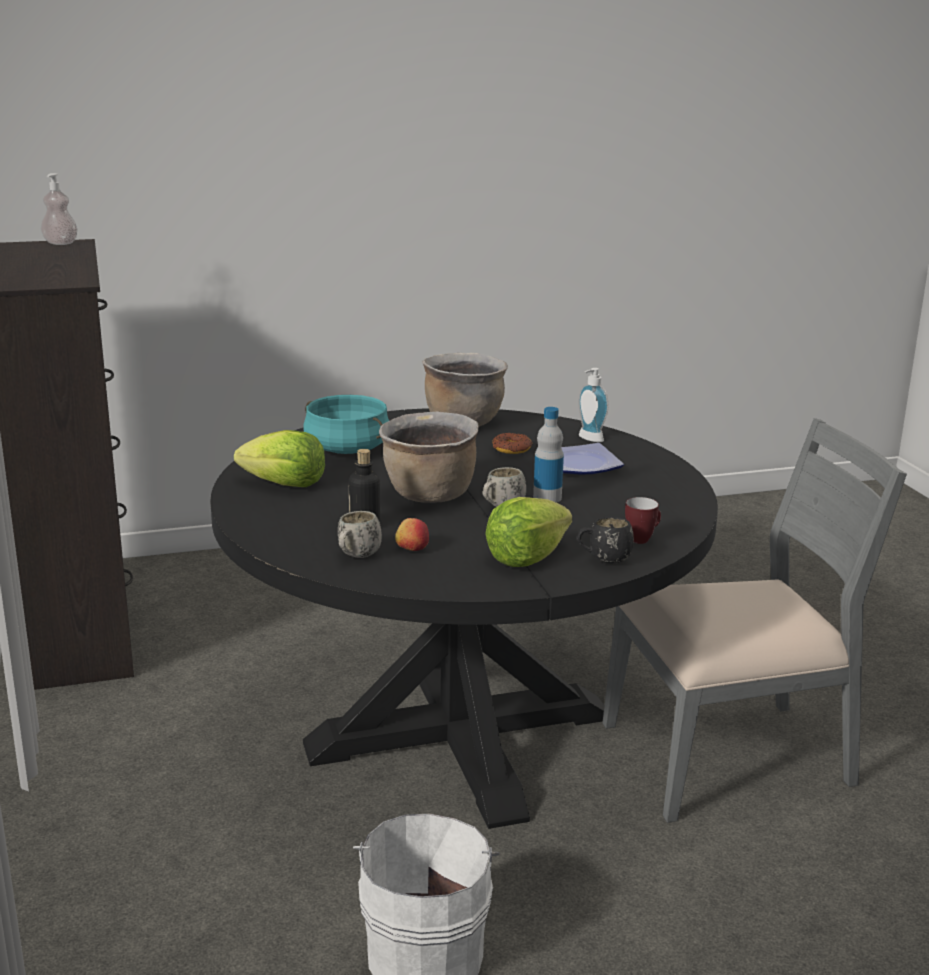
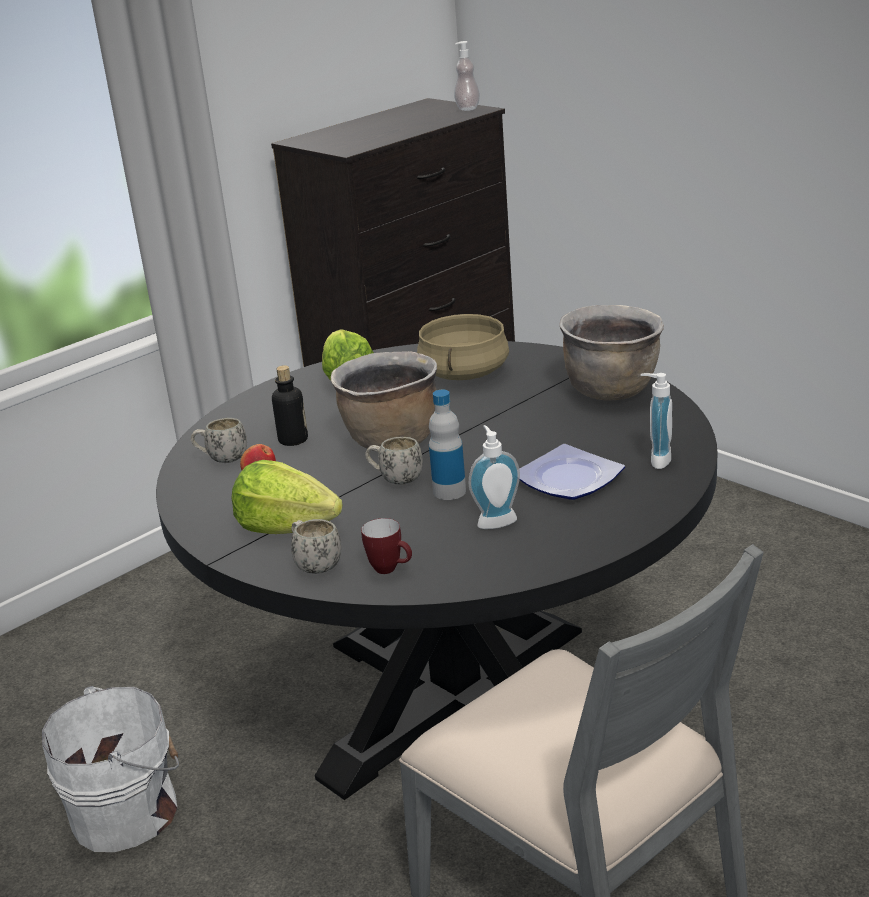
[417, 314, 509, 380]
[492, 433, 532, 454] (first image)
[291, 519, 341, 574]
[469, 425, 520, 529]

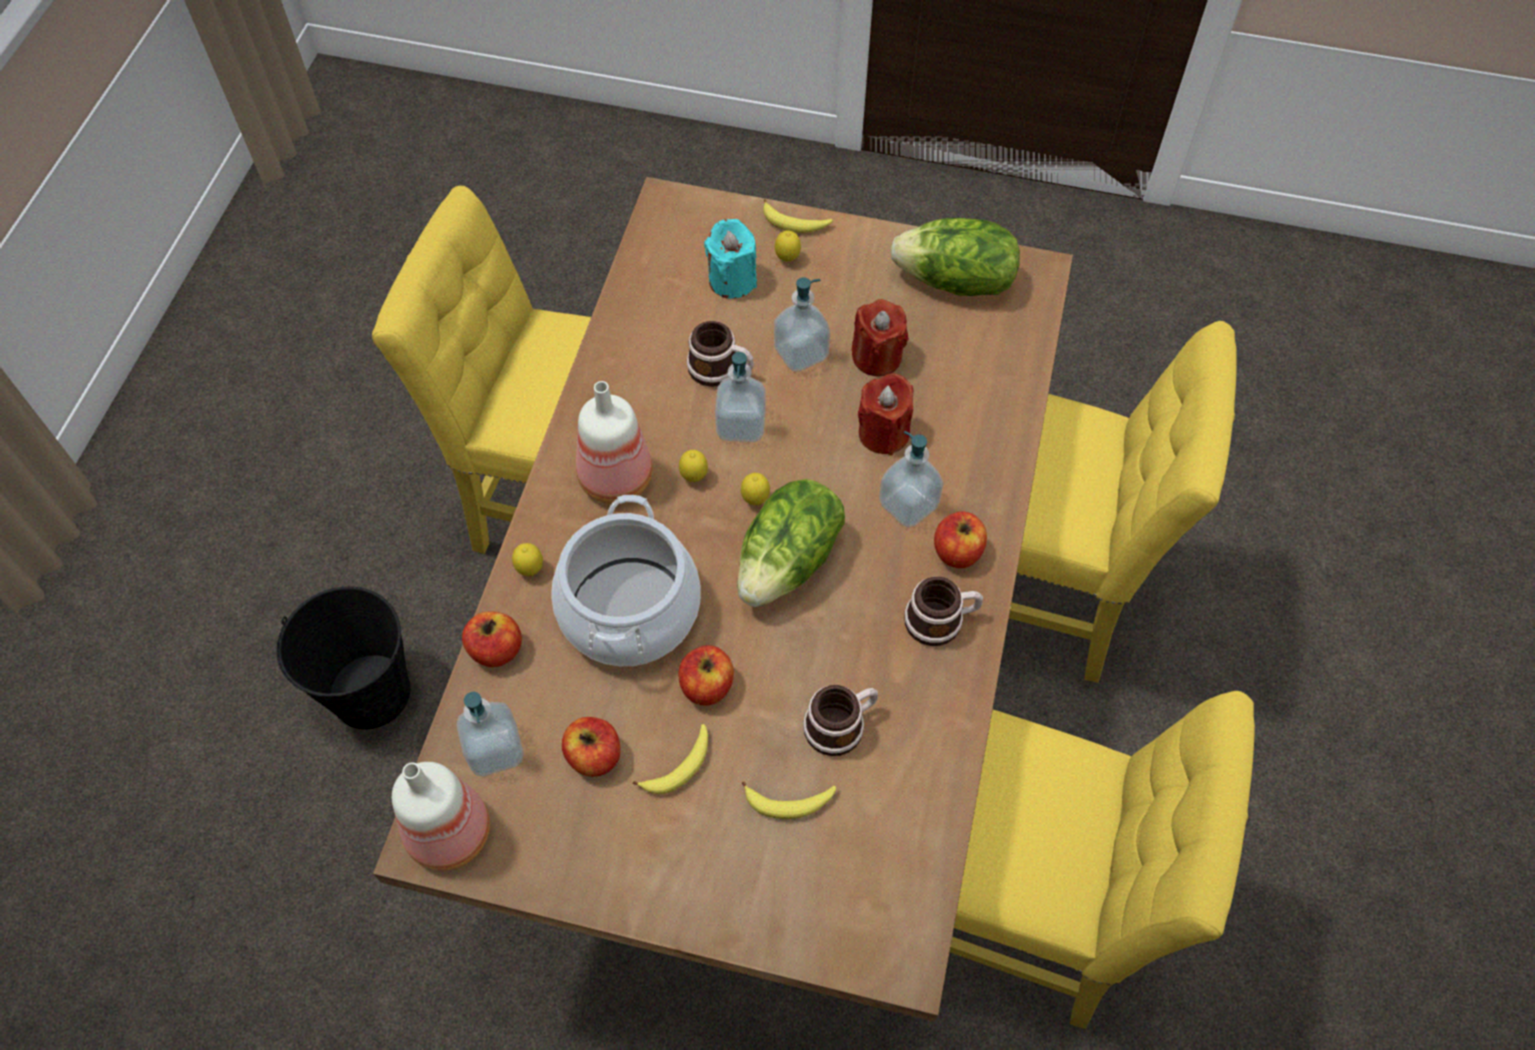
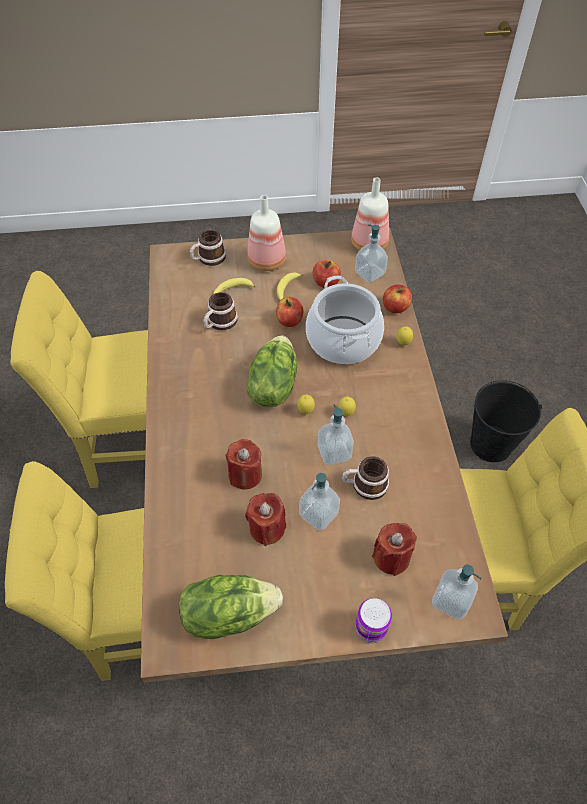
[247, 195, 286, 271]
[372, 523, 417, 576]
[355, 598, 392, 643]
[775, 230, 801, 262] (first image)
[432, 565, 482, 620]
[190, 230, 226, 266]
[934, 511, 987, 568] (first image)

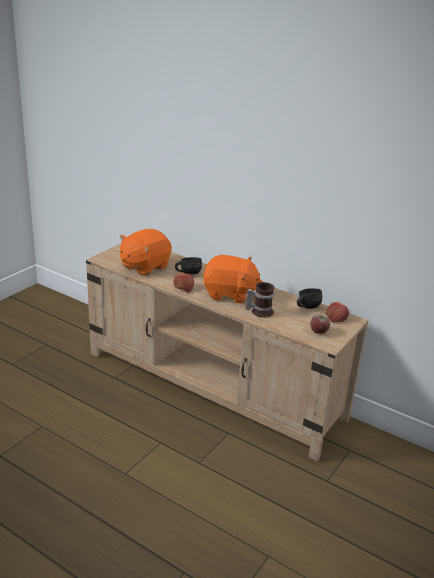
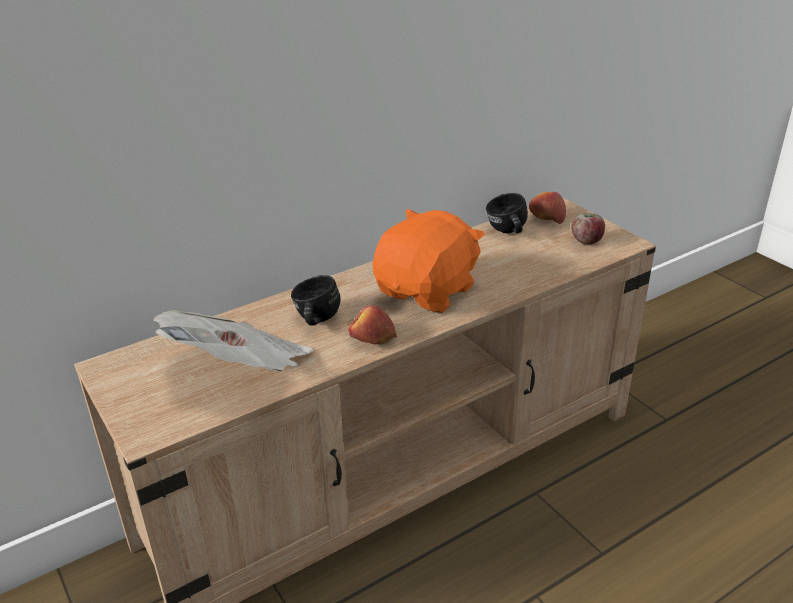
[154, 310, 313, 371]
[246, 282, 274, 318] (first image)

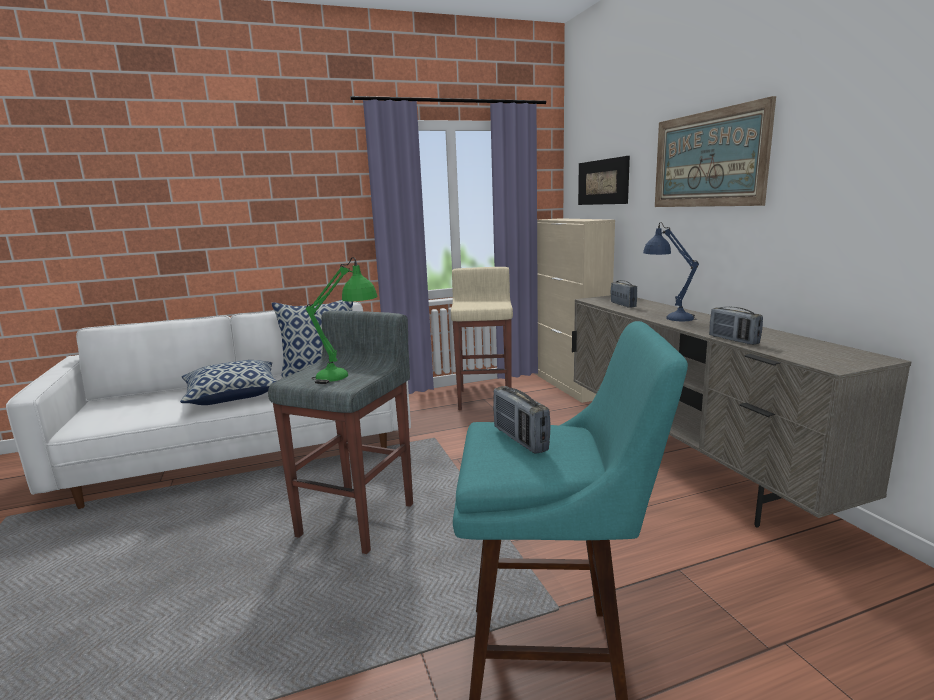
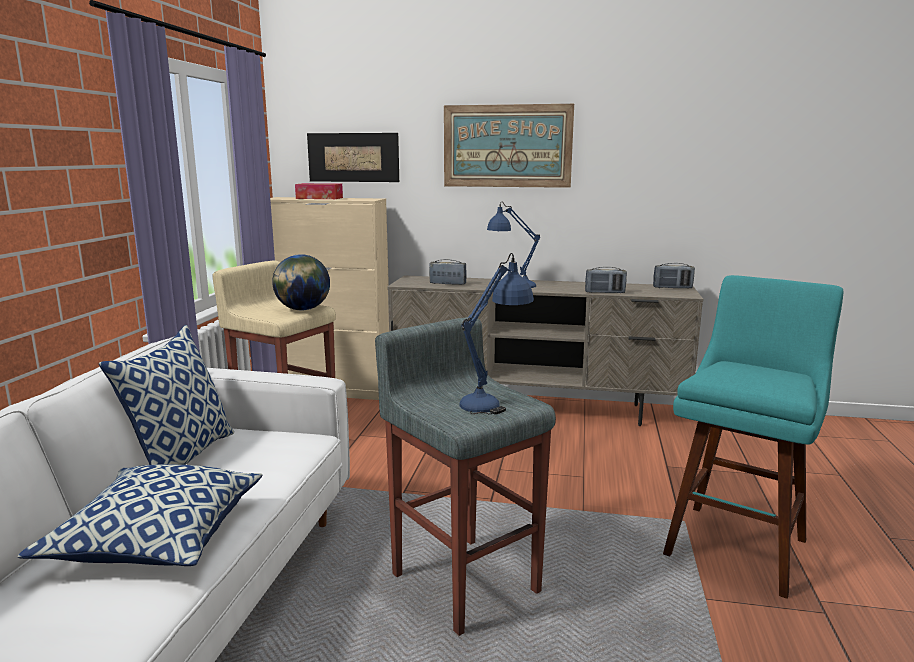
[460, 253, 534, 415]
[653, 263, 695, 289]
[272, 254, 330, 310]
[295, 183, 343, 199]

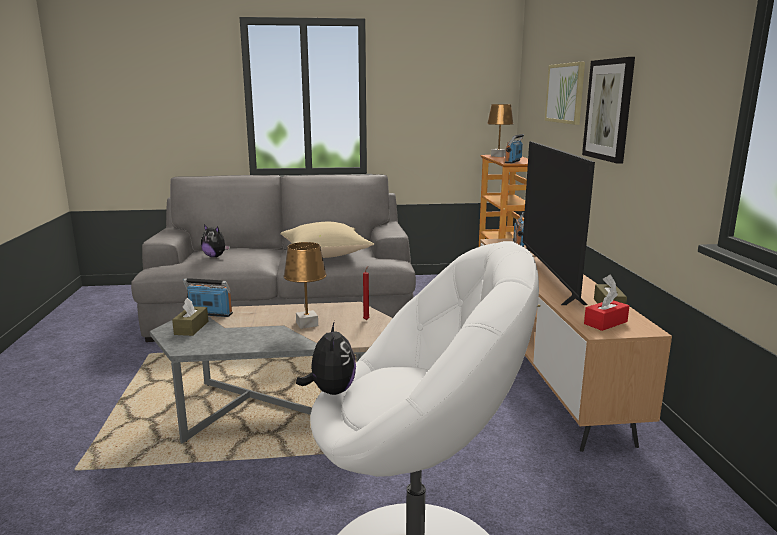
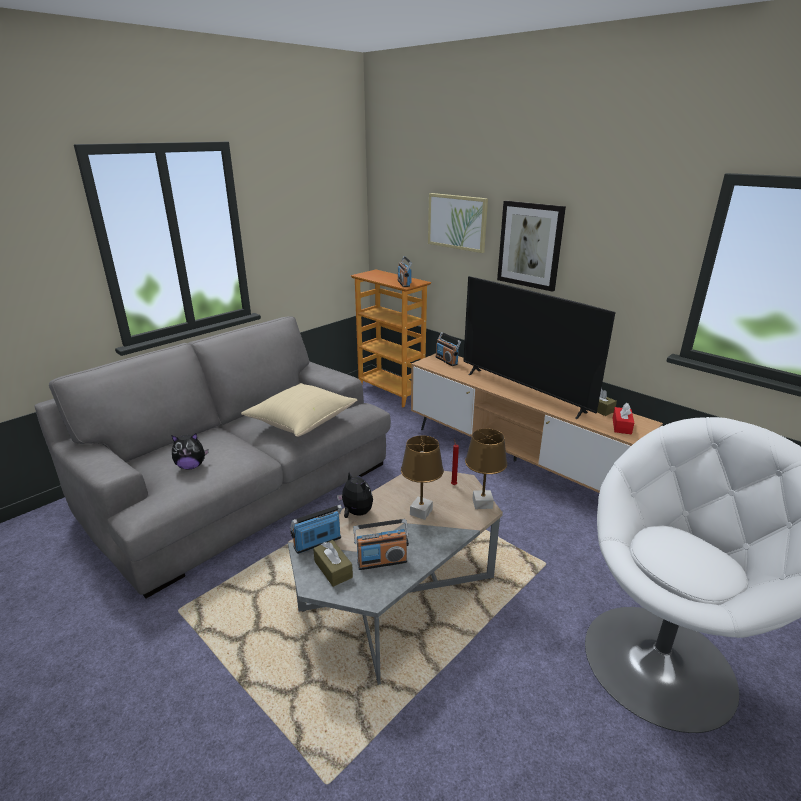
[337, 472, 373, 518]
[465, 428, 507, 509]
[353, 519, 409, 570]

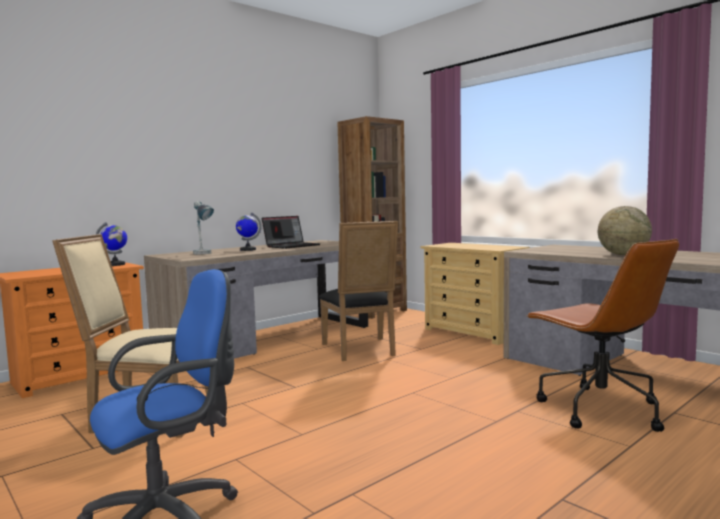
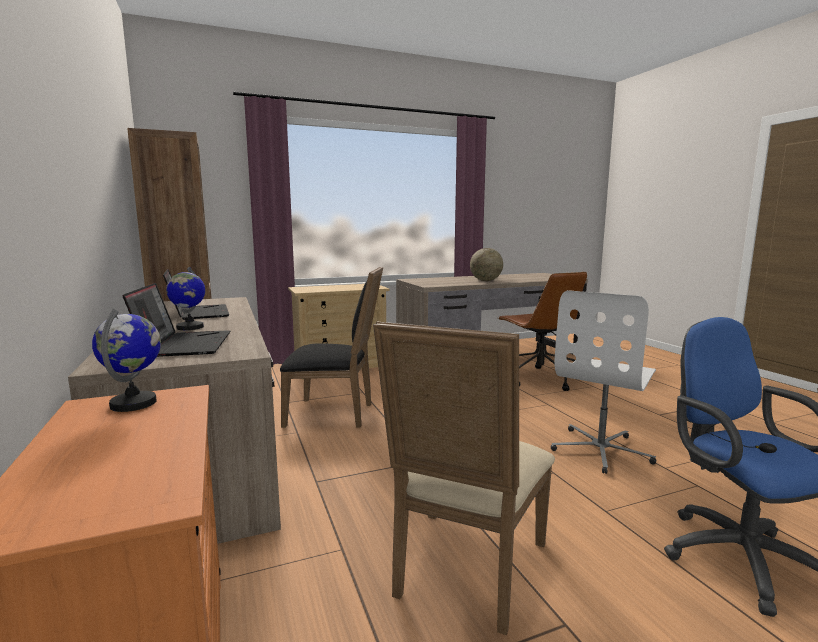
[123, 283, 230, 357]
[498, 272, 587, 391]
[551, 290, 656, 474]

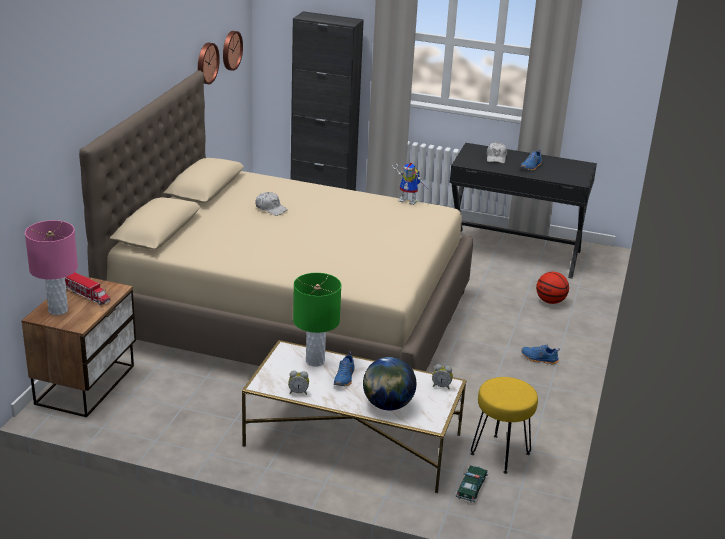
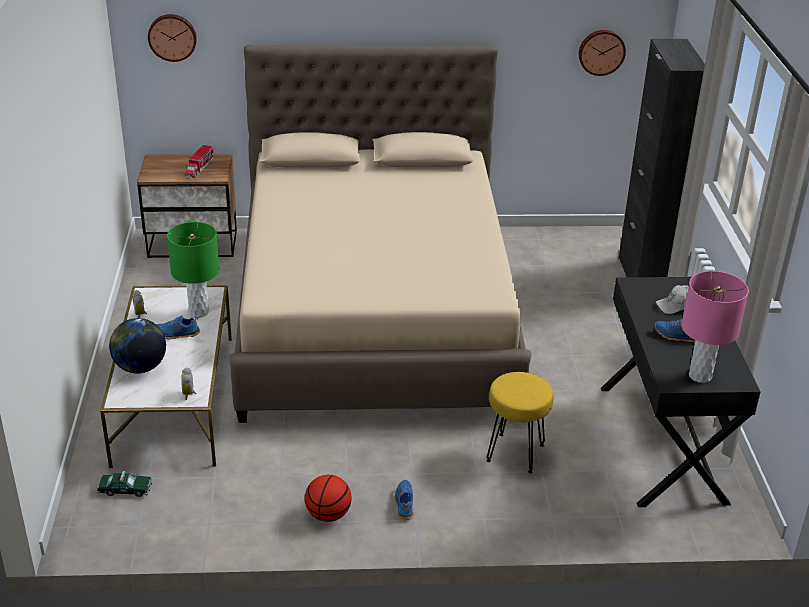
[681, 271, 749, 383]
[148, 14, 197, 62]
[255, 192, 288, 216] (first image)
[392, 163, 429, 205] (first image)
[487, 372, 554, 473]
[305, 475, 351, 522]

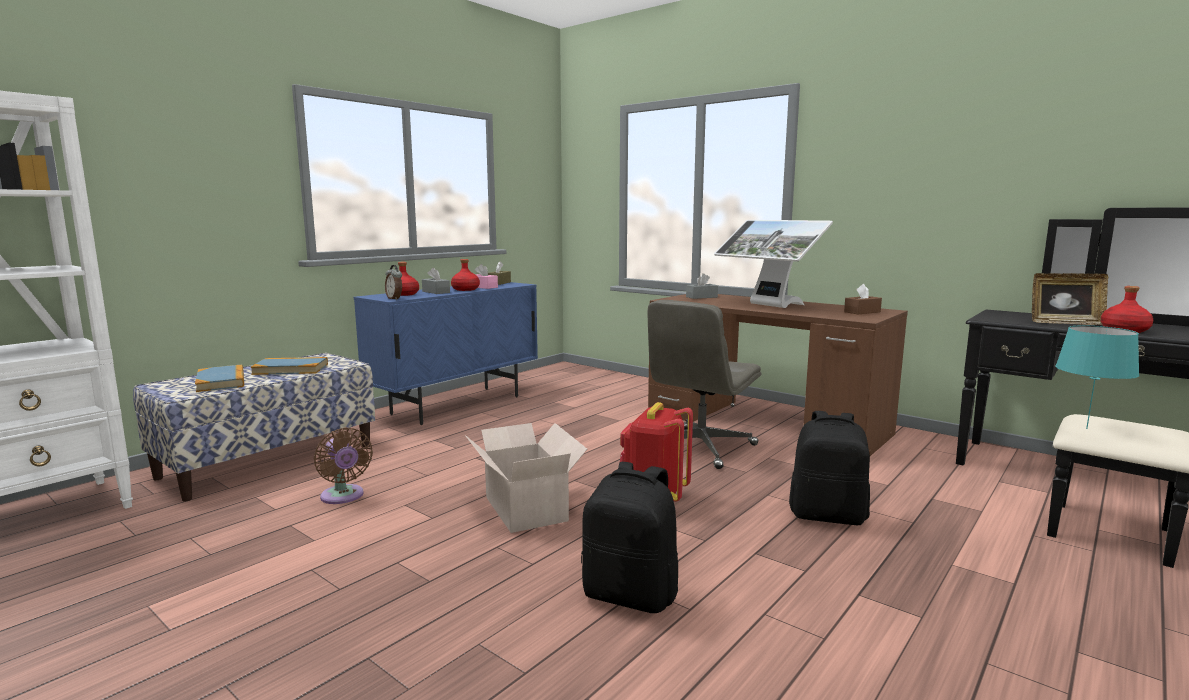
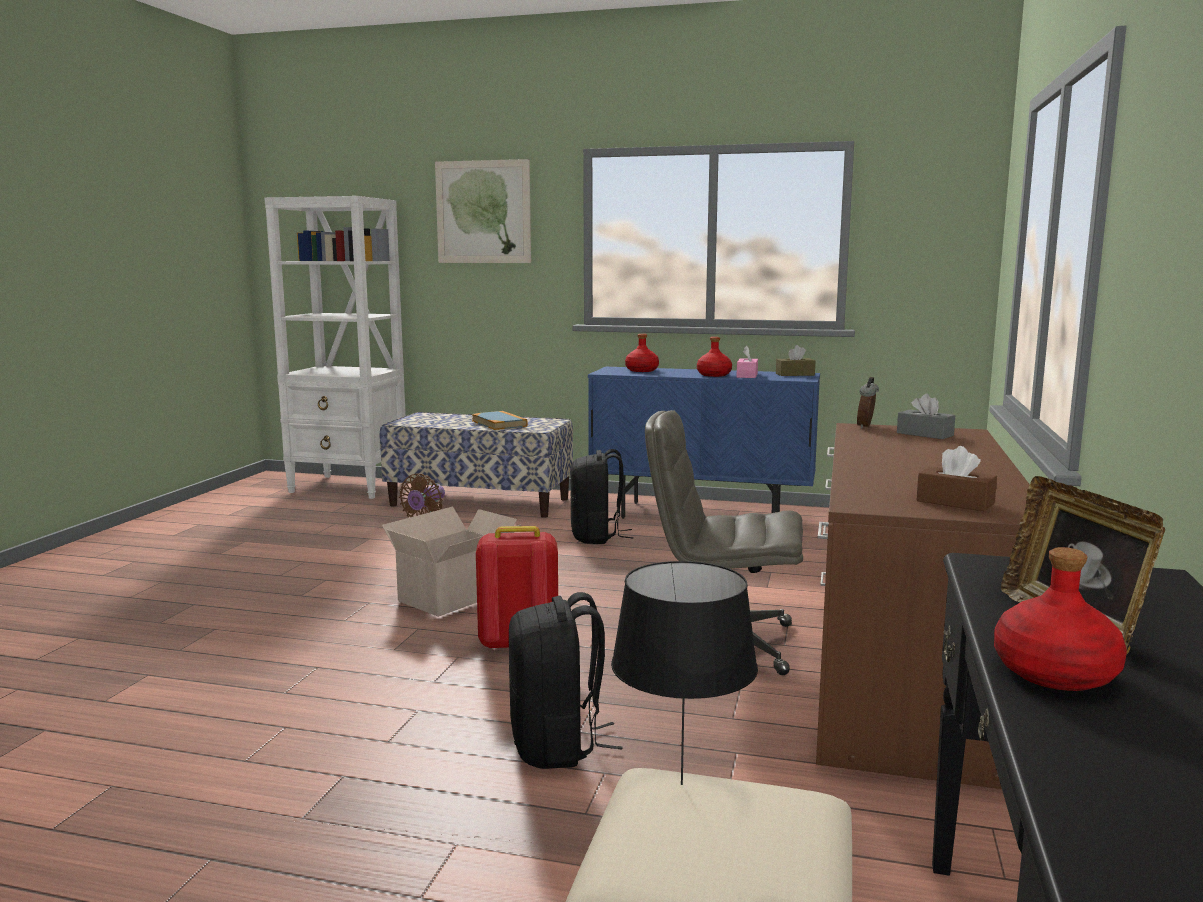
[195, 365, 244, 392] (first image)
[857, 377, 879, 429]
[422, 267, 450, 294] (first image)
[571, 449, 634, 544]
[714, 220, 833, 308] (first image)
[611, 561, 758, 785]
[435, 159, 531, 263]

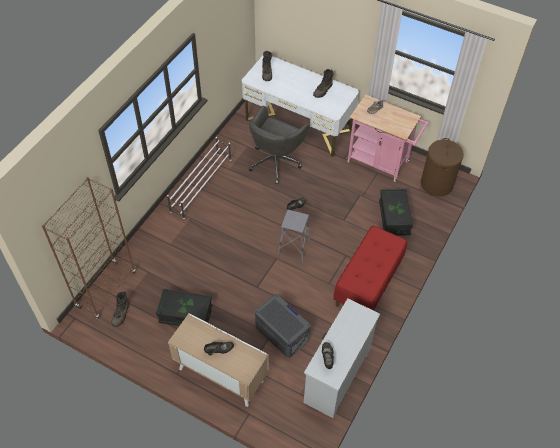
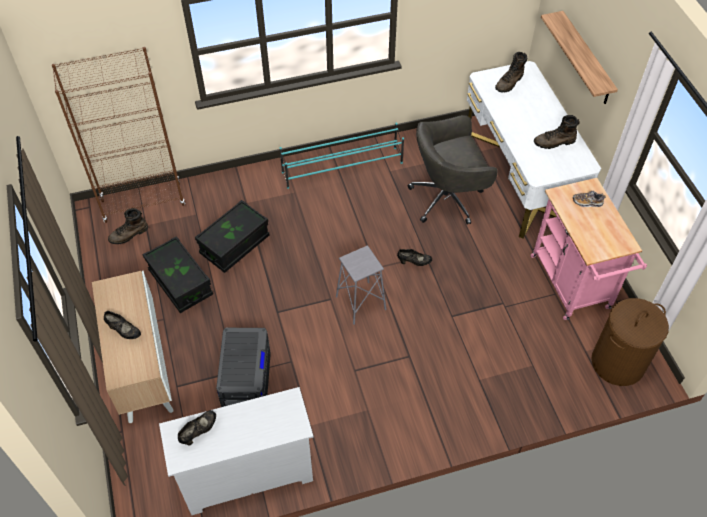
[280, 123, 404, 189]
[333, 226, 407, 311] (first image)
[195, 200, 270, 273]
[541, 11, 618, 104]

